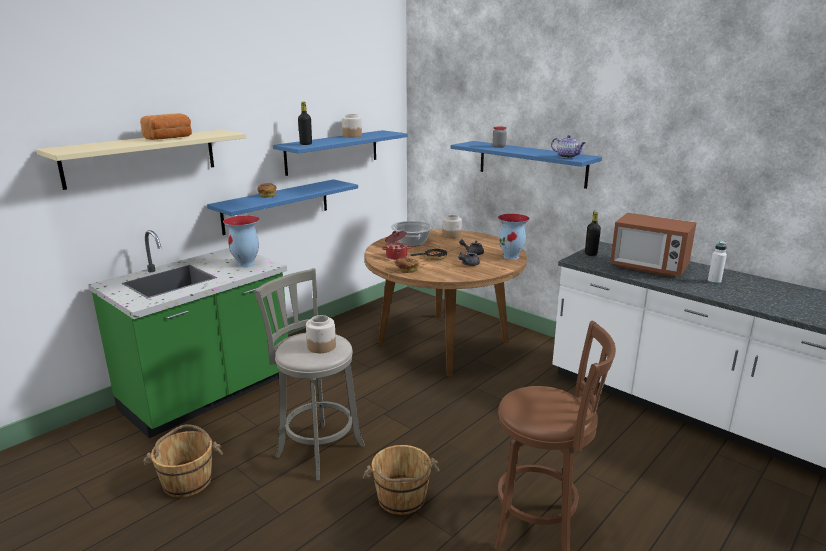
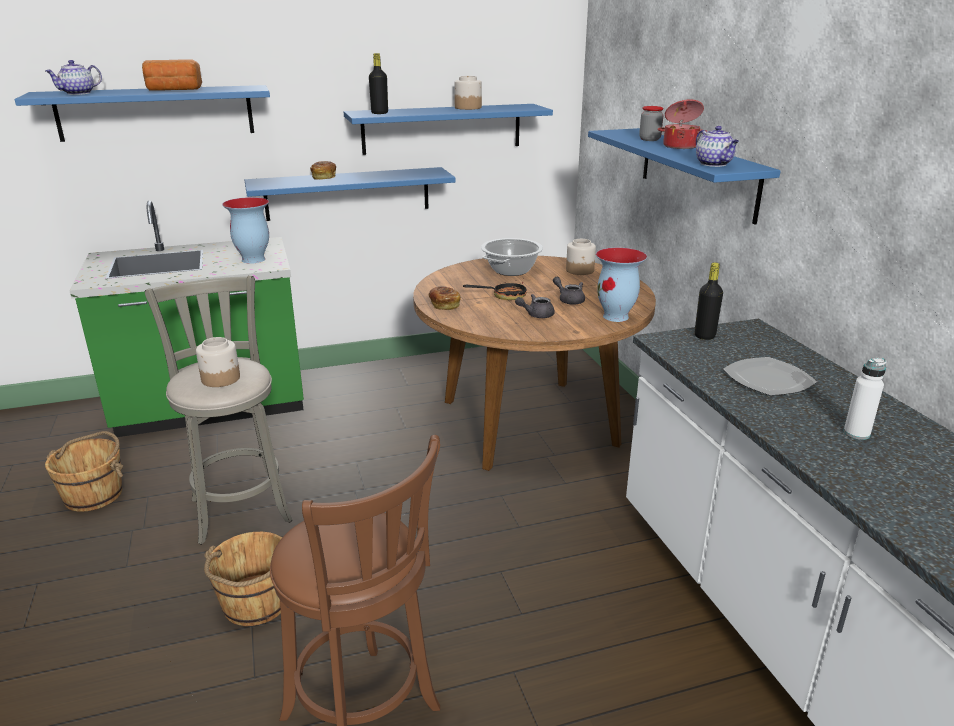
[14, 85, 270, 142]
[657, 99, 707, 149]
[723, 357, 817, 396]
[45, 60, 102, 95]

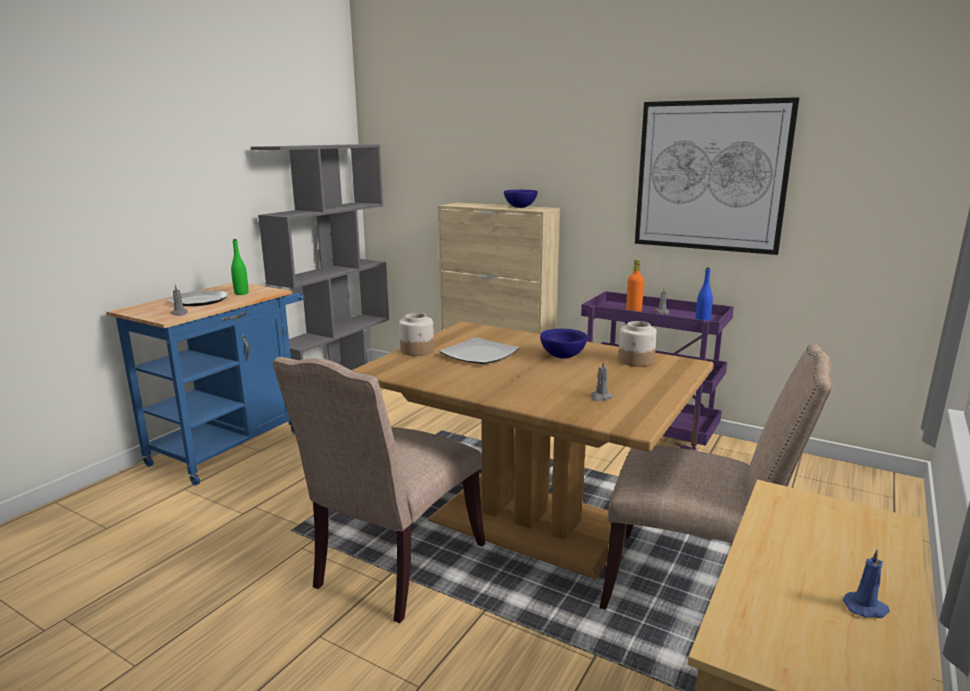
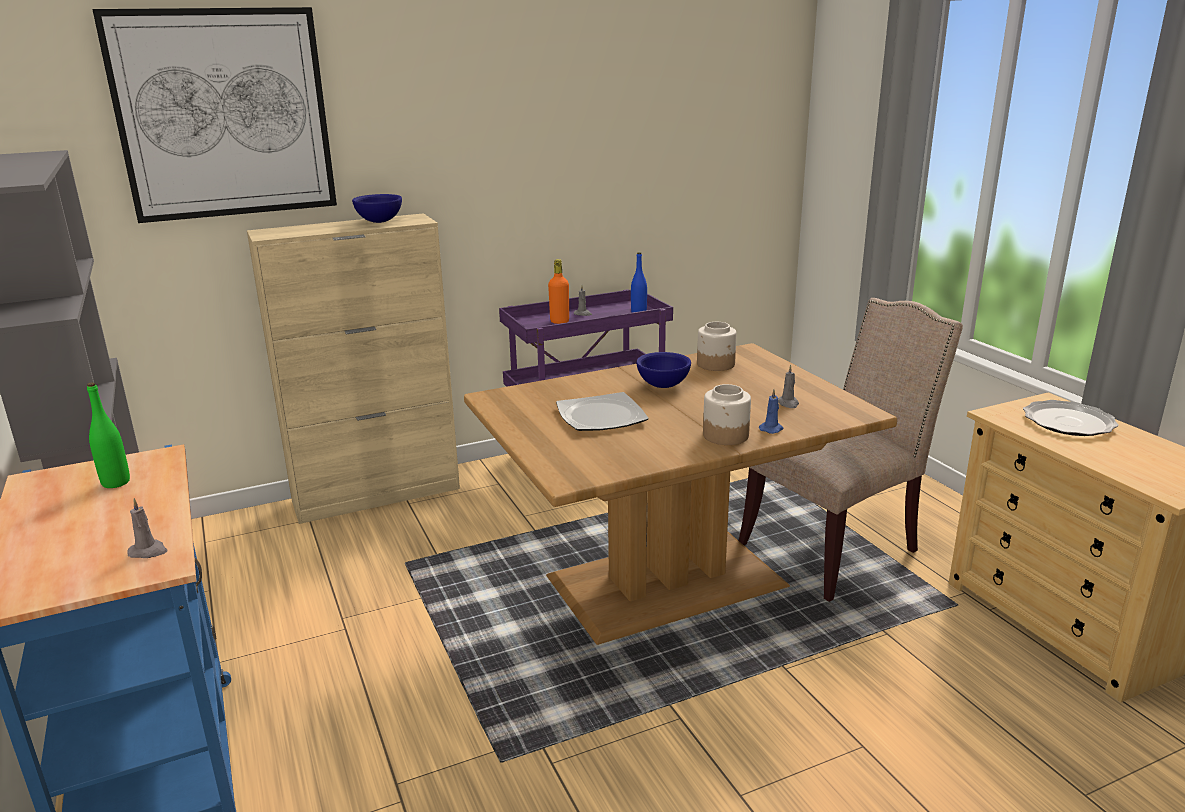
[1023, 400, 1119, 436]
[273, 357, 486, 623] (first image)
[703, 384, 751, 445]
[92, 7, 337, 223]
[759, 390, 783, 434]

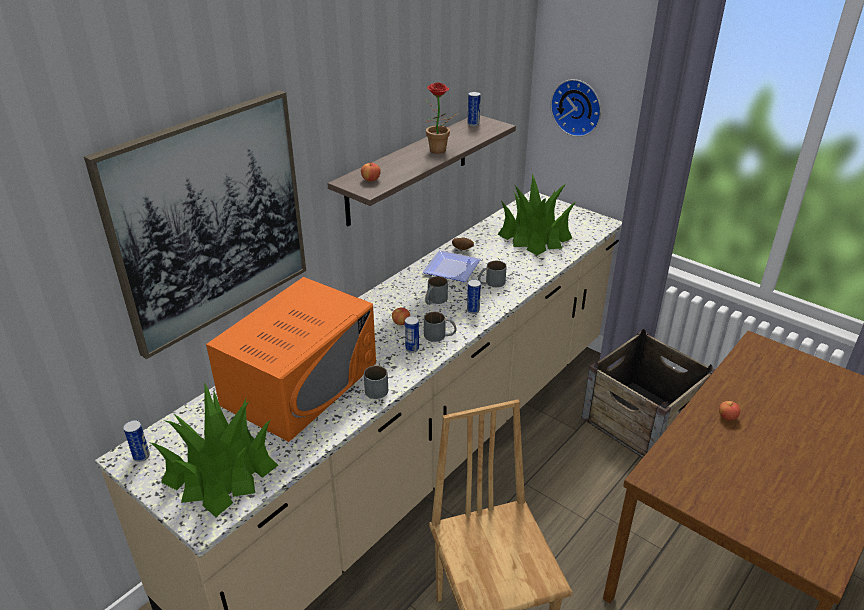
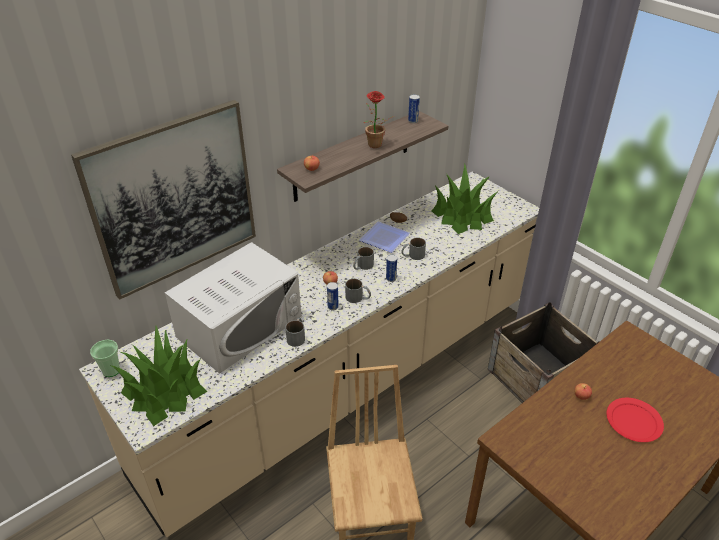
[90, 340, 120, 377]
[165, 242, 301, 374]
[550, 79, 601, 137] (first image)
[607, 398, 664, 442]

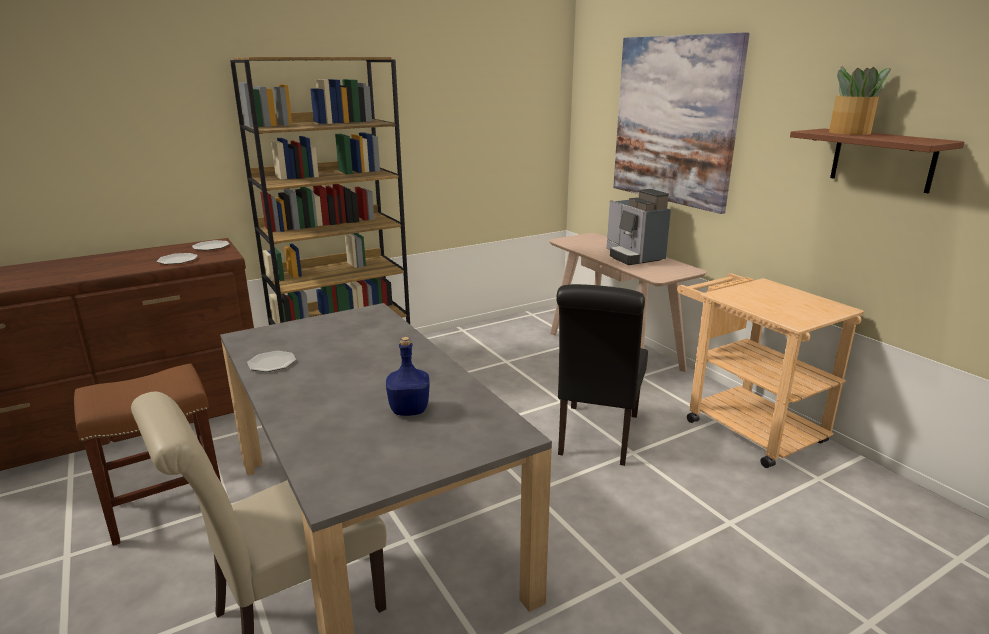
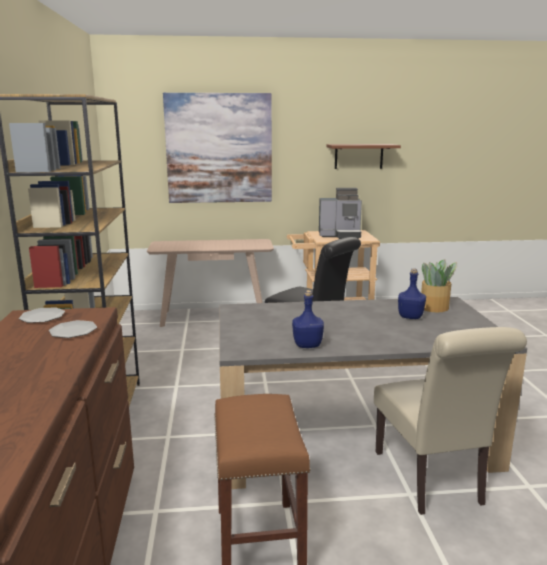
[292, 290, 324, 348]
[319, 188, 362, 239]
[421, 259, 457, 312]

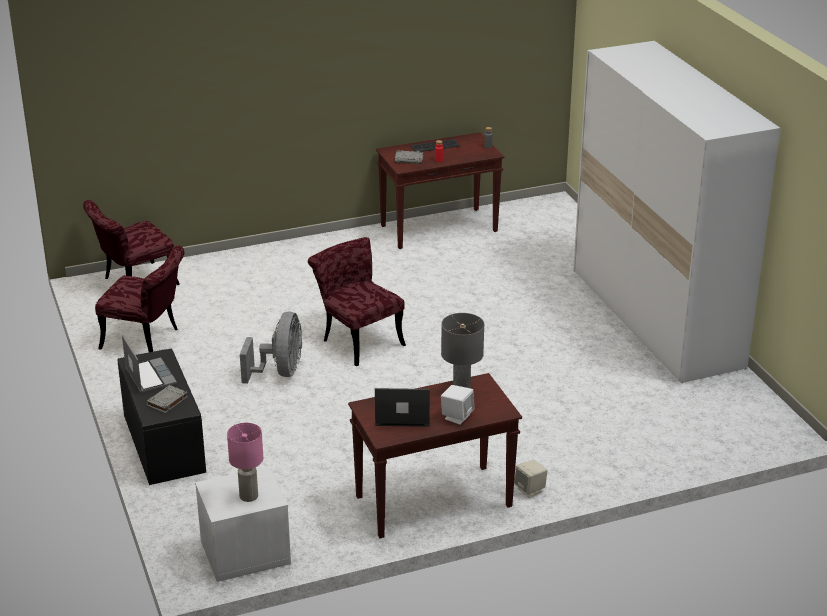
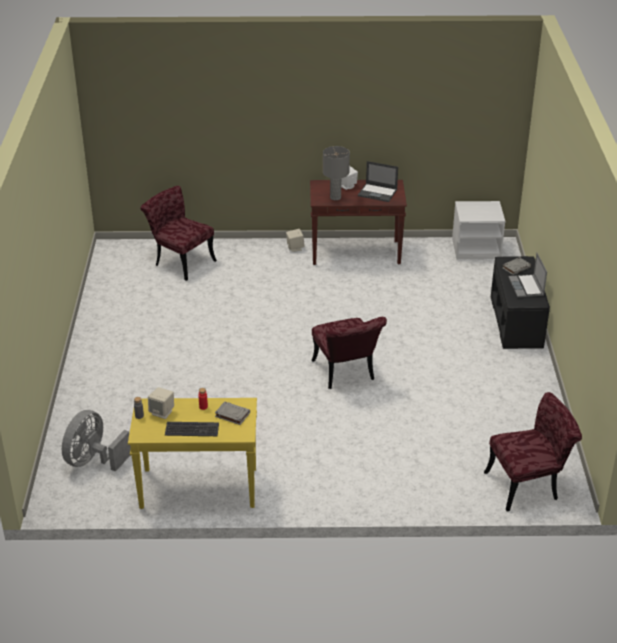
[140, 186, 217, 281]
[227, 423, 263, 502] (first image)
[62, 410, 131, 472]
[128, 398, 257, 509]
[573, 41, 780, 383] (first image)
[148, 387, 174, 419]

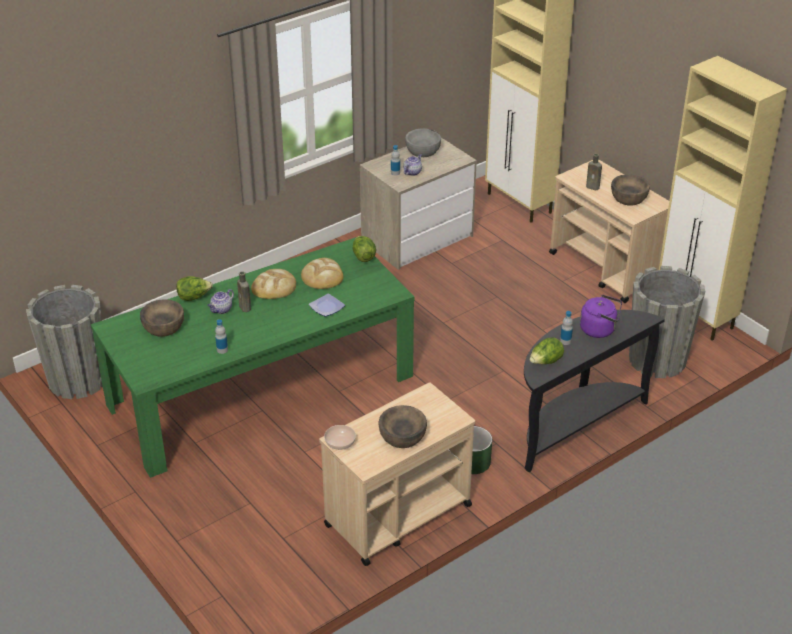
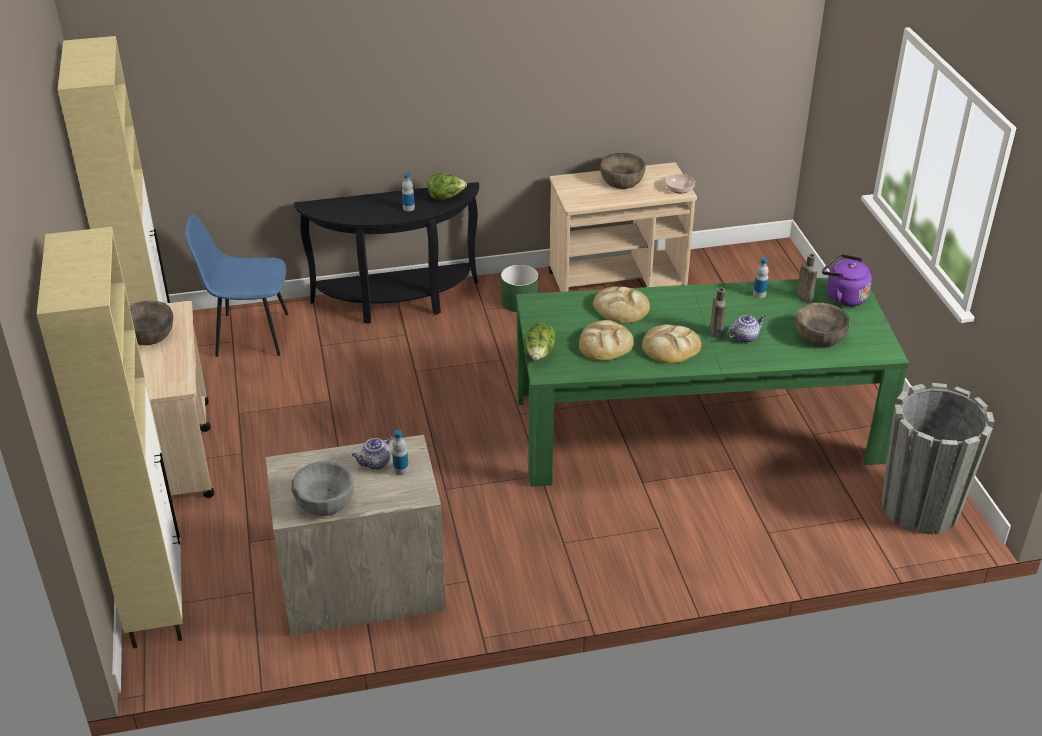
[176, 276, 213, 301] (first image)
[593, 287, 650, 323]
[822, 254, 872, 306]
[797, 253, 818, 302]
[185, 214, 288, 357]

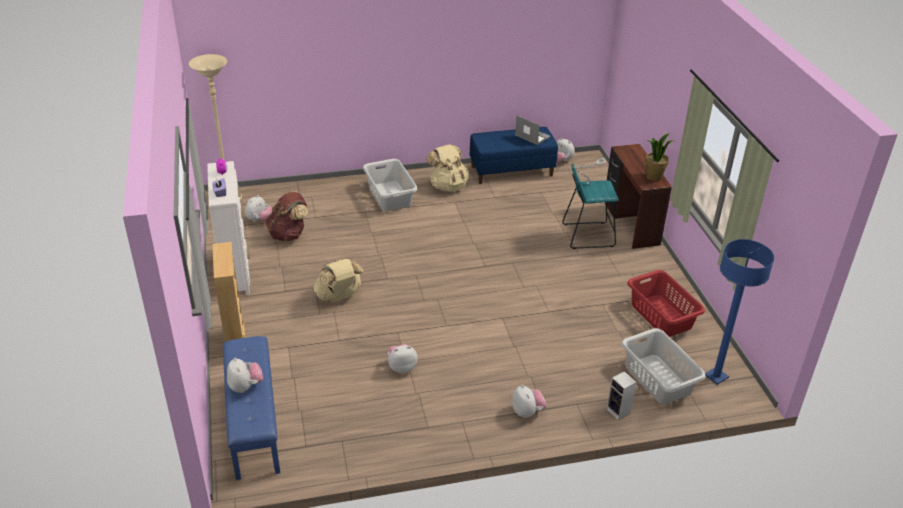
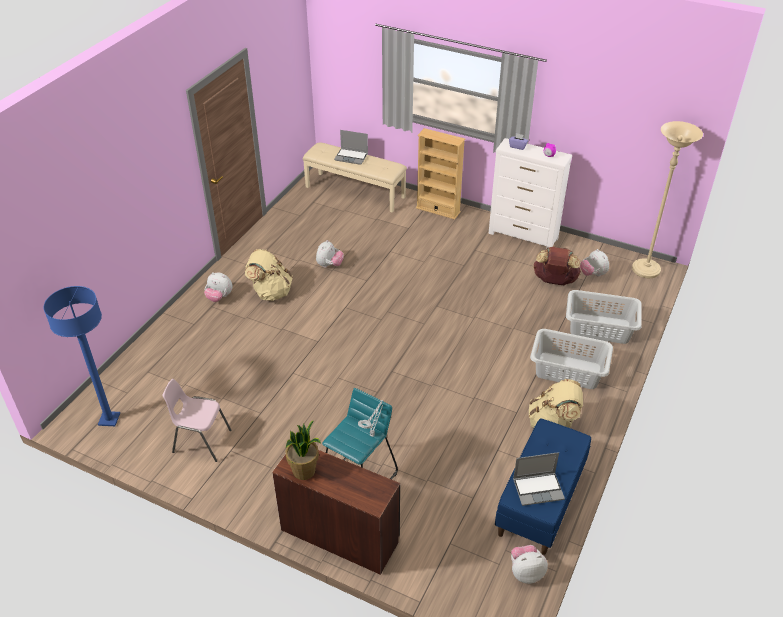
[303, 142, 407, 213]
[334, 130, 368, 165]
[245, 249, 293, 301]
[606, 371, 637, 420] (first image)
[566, 290, 642, 344]
[163, 379, 232, 462]

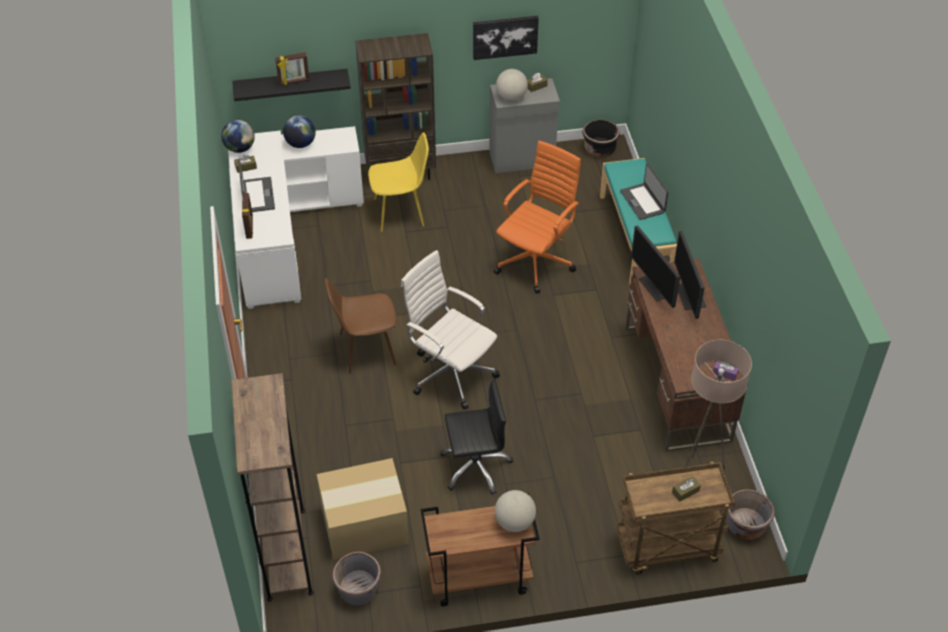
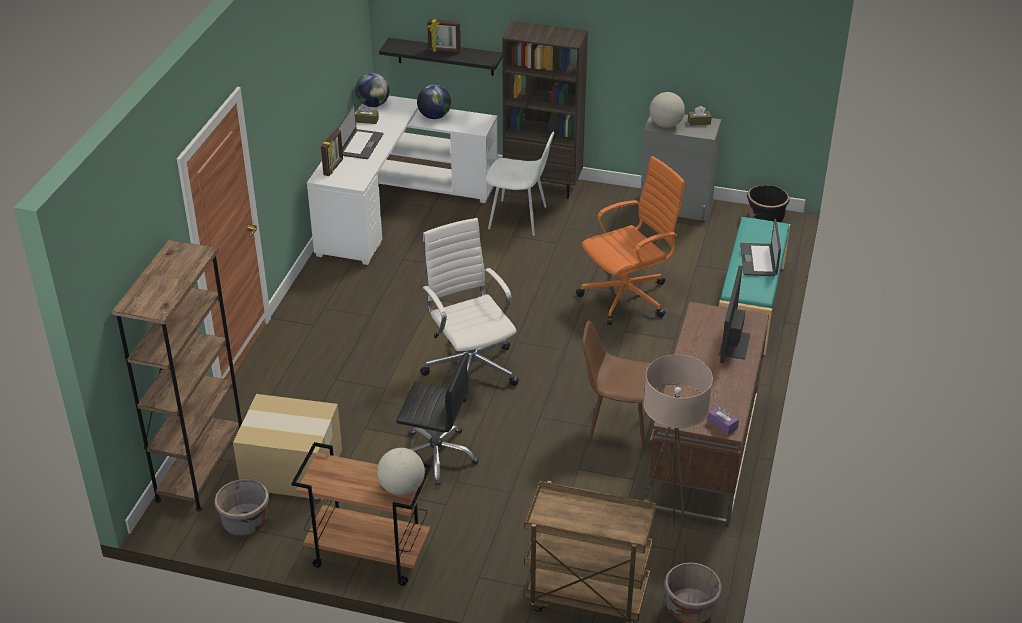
[583, 320, 659, 451]
[486, 132, 554, 236]
[473, 16, 539, 60] (first image)
[631, 225, 680, 308] (first image)
[672, 476, 701, 501] (first image)

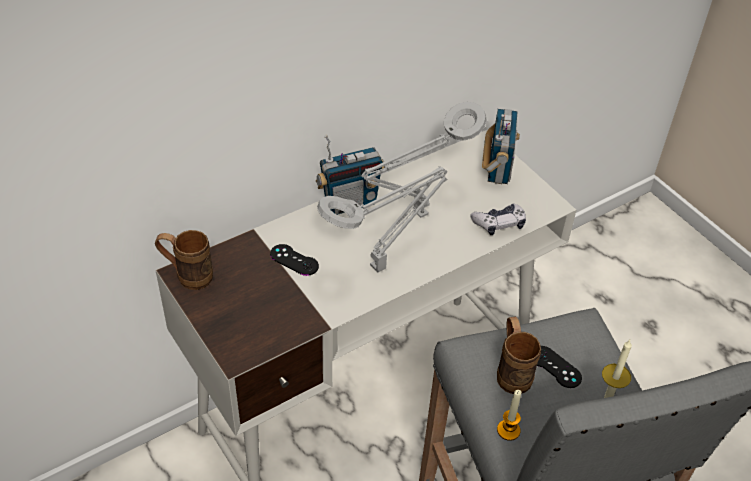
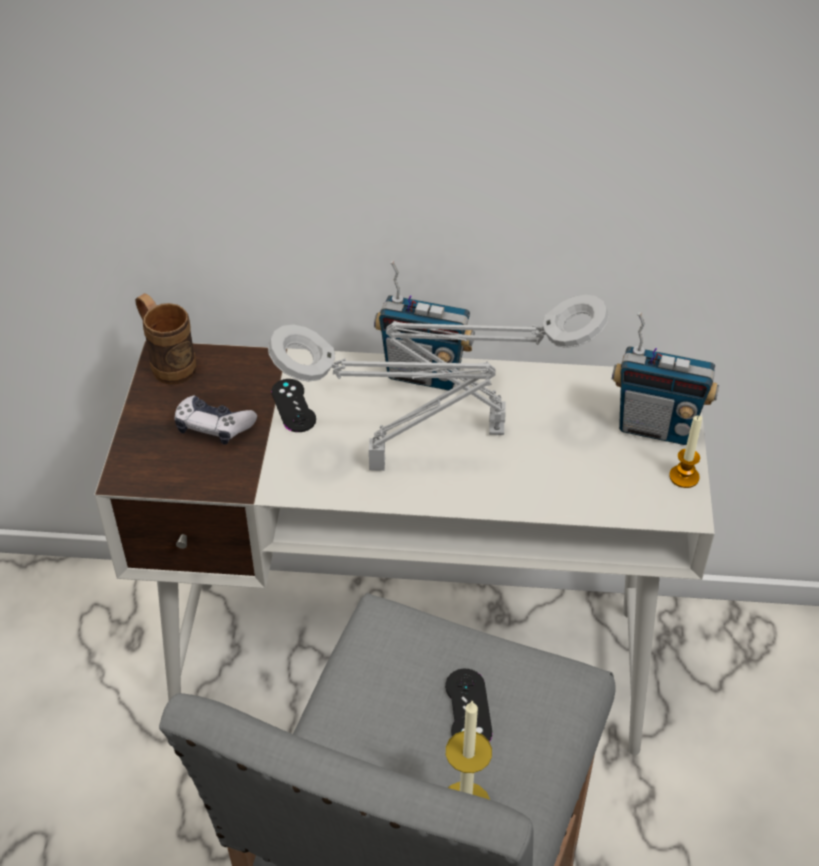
[175, 395, 257, 445]
[612, 312, 719, 445]
[497, 317, 541, 394] (first image)
[669, 416, 702, 488]

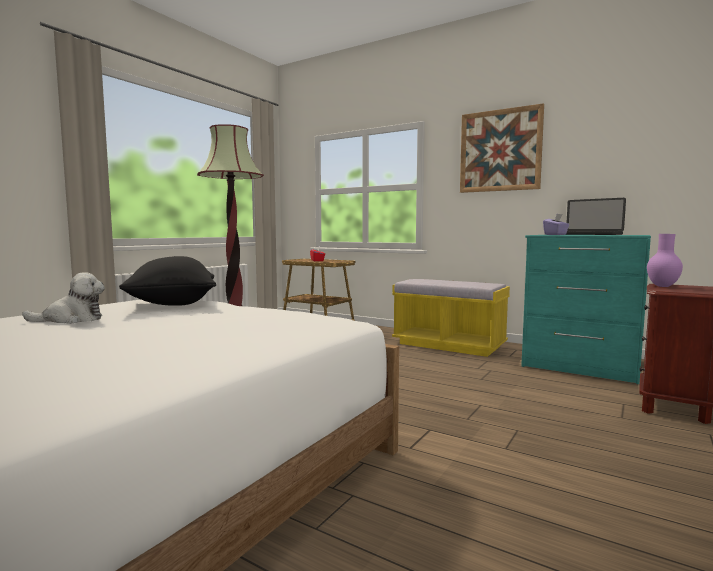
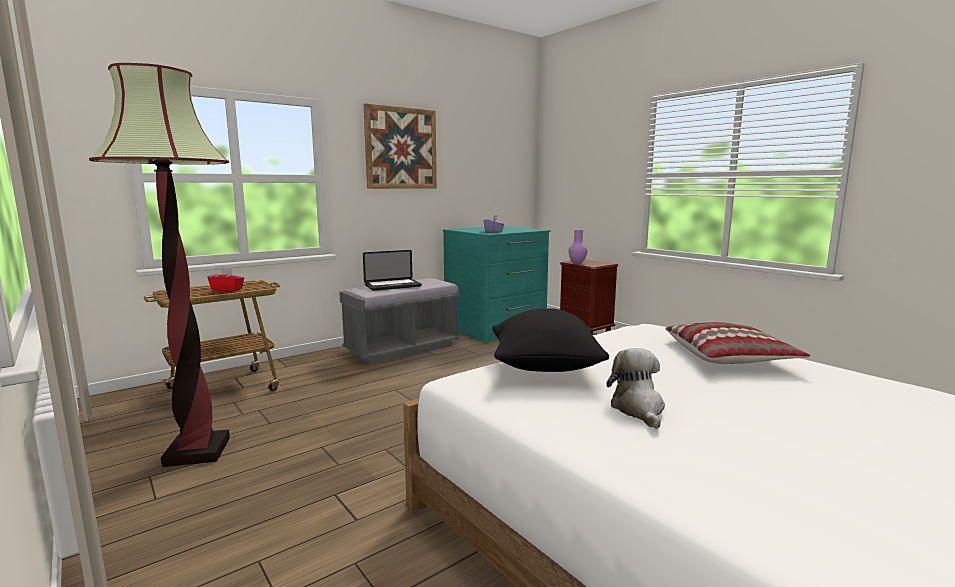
[339, 278, 460, 364]
[363, 250, 422, 291]
[666, 322, 810, 364]

